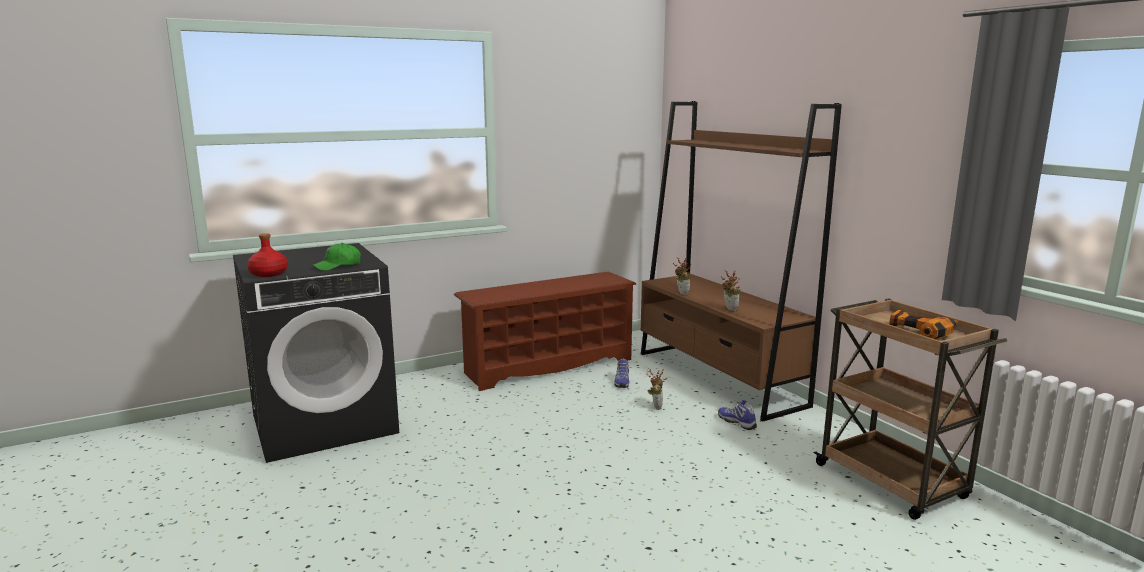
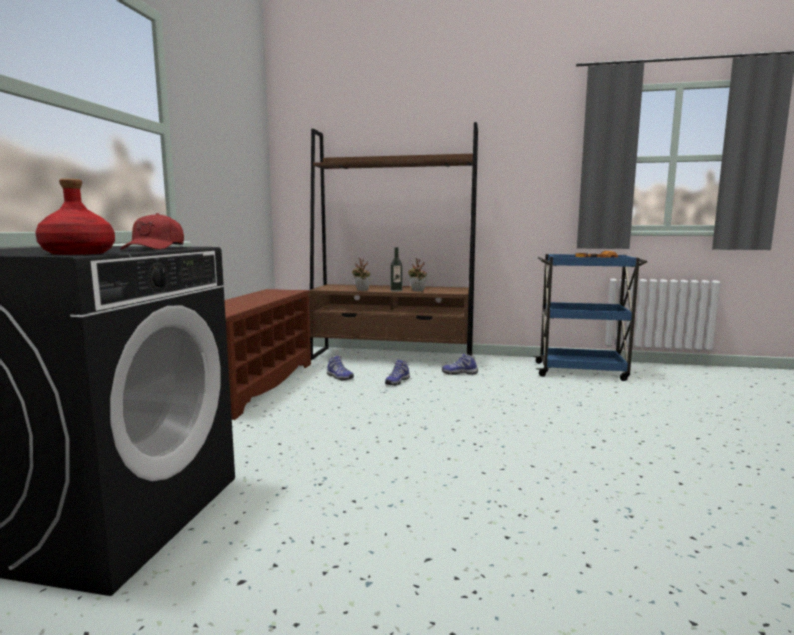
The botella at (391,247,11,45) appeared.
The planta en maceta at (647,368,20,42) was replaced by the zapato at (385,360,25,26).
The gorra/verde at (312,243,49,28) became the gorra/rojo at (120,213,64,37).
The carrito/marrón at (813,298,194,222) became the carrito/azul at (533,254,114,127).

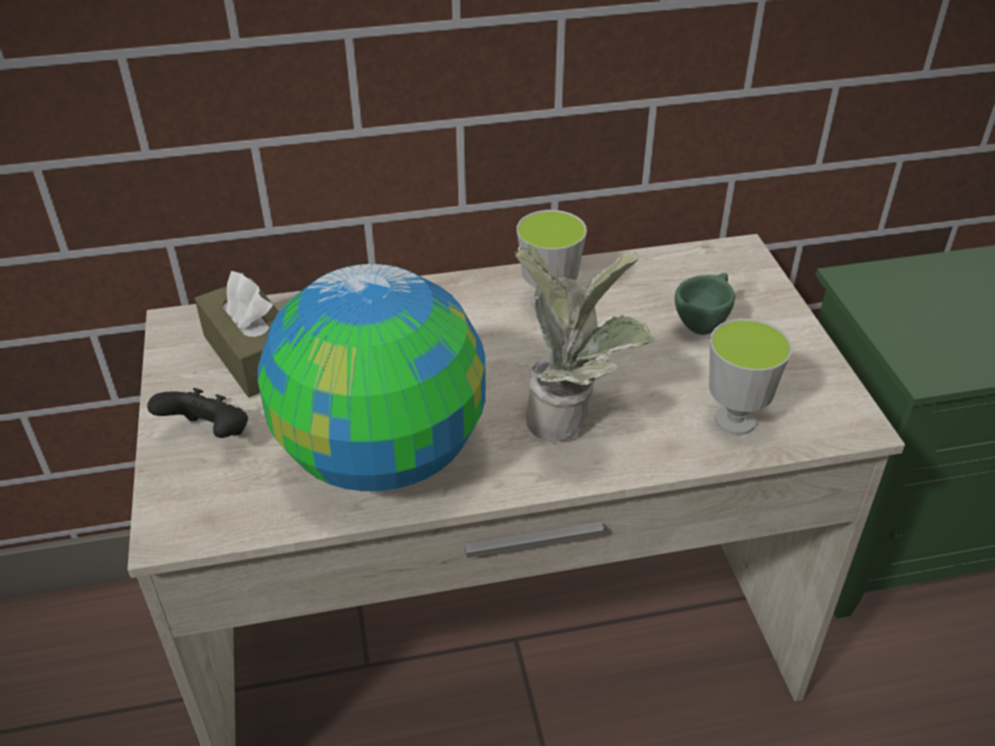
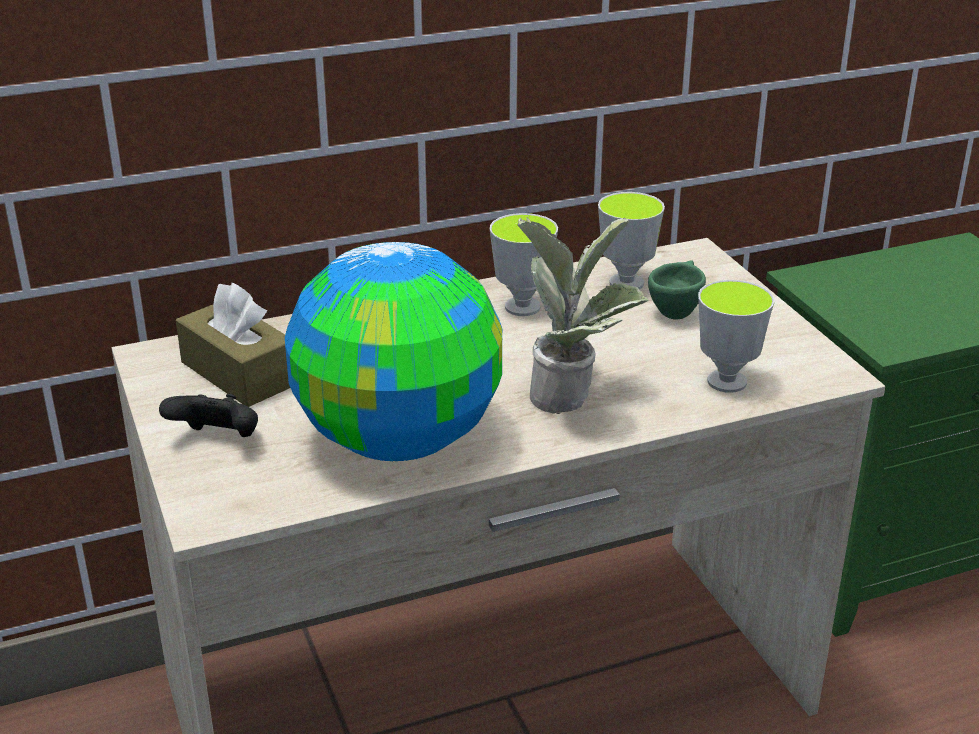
The taza at (598,192,67,97) appeared.

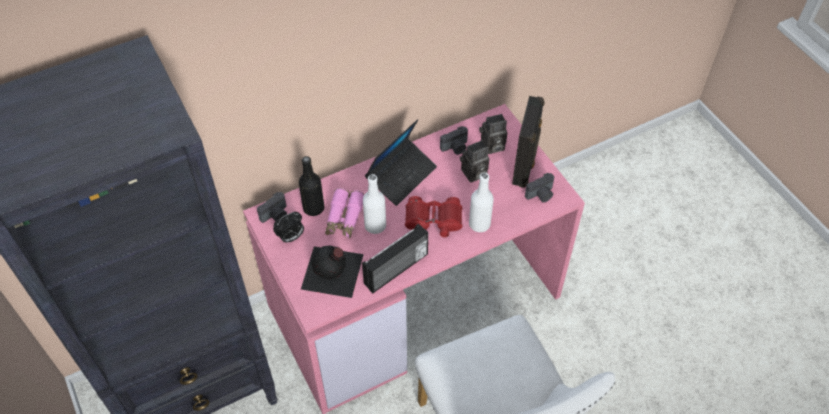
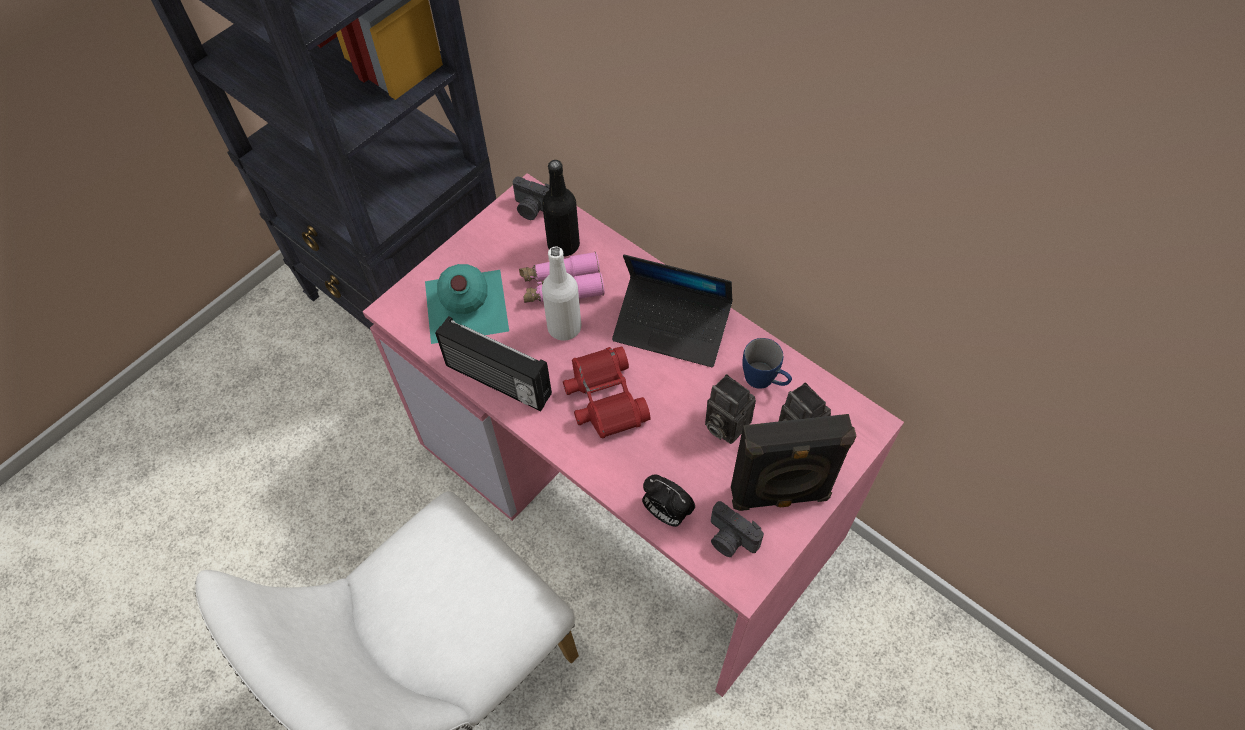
The botella/blanco at (469,173,25,59) disappeared.
The despertador moved from (273,212,31,31) to (642,475,53,52).
The cámara at (440,126,28,29) was replaced by the taza grande/azul at (742,338,50,51).
The botella/negro at (301,246,63,52) became the botella/turquesa at (425,264,84,80).

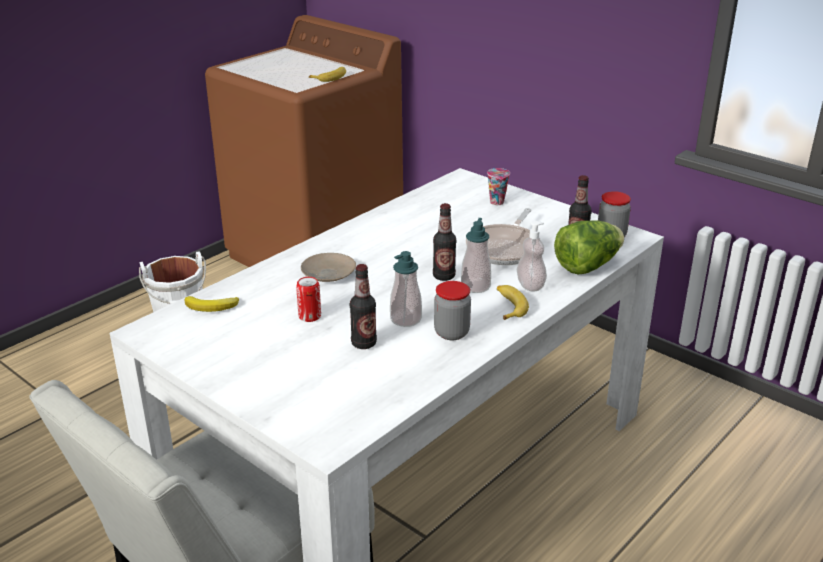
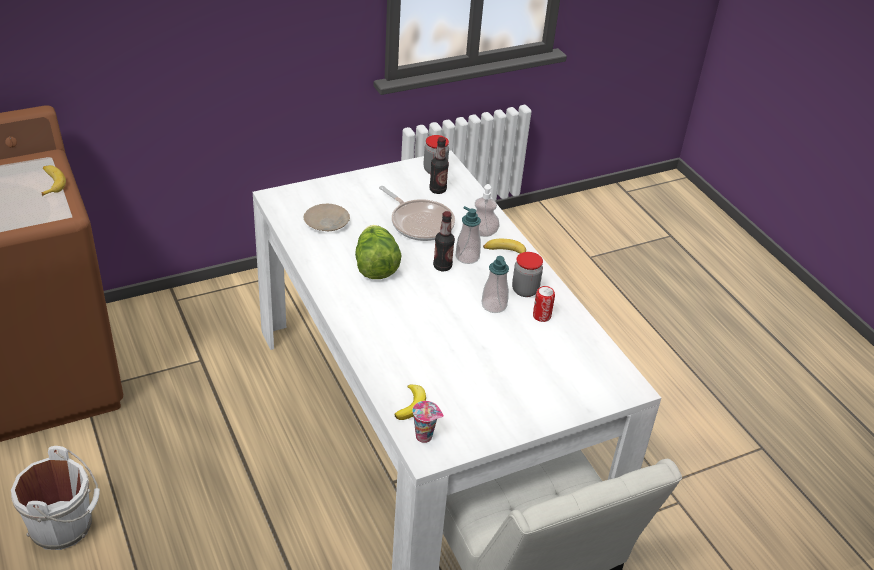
The botella at (350,264,27,85) disappeared.
The lata moved from (296,277,25,45) to (533,286,22,36).
The plato/beis moved from (301,253,55,29) to (304,204,46,27).
The taza moved from (487,168,23,37) to (412,401,32,42).
The lechuga moved from (554,220,70,54) to (355,225,47,54).

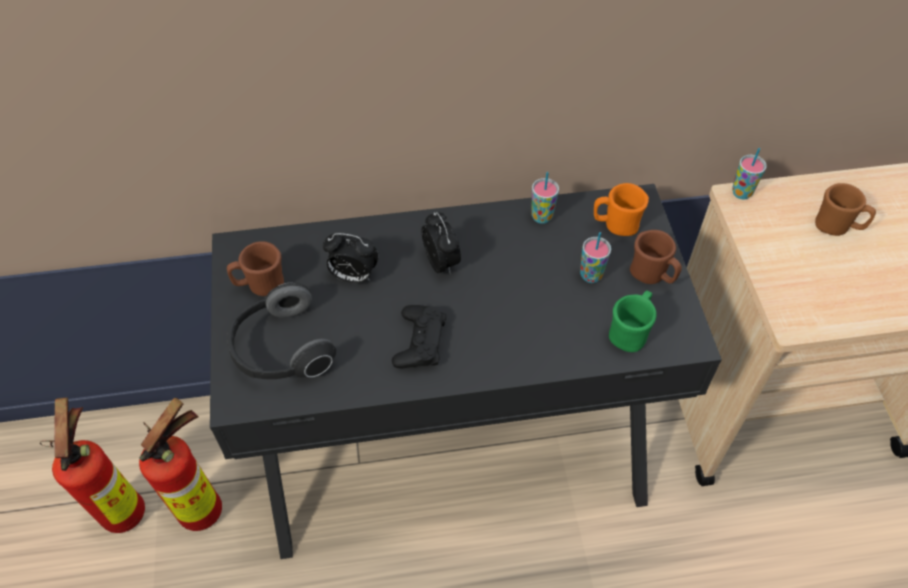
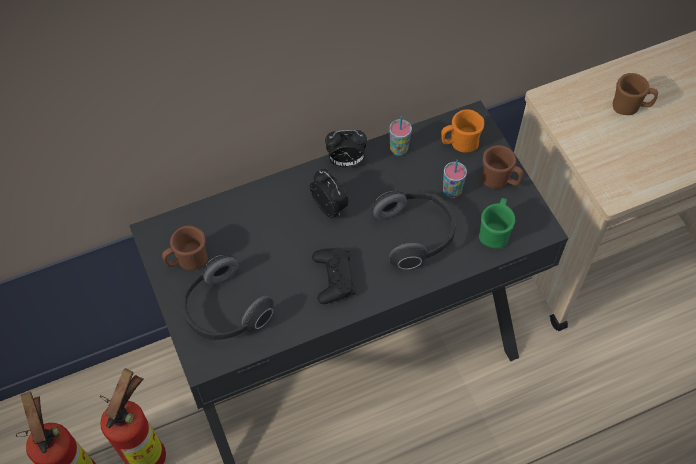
The taza at (732,148,35,52) disappeared.
The auriculares at (372,191,84,78) appeared.
The despertador moved from (323,233,56,50) to (325,130,42,38).

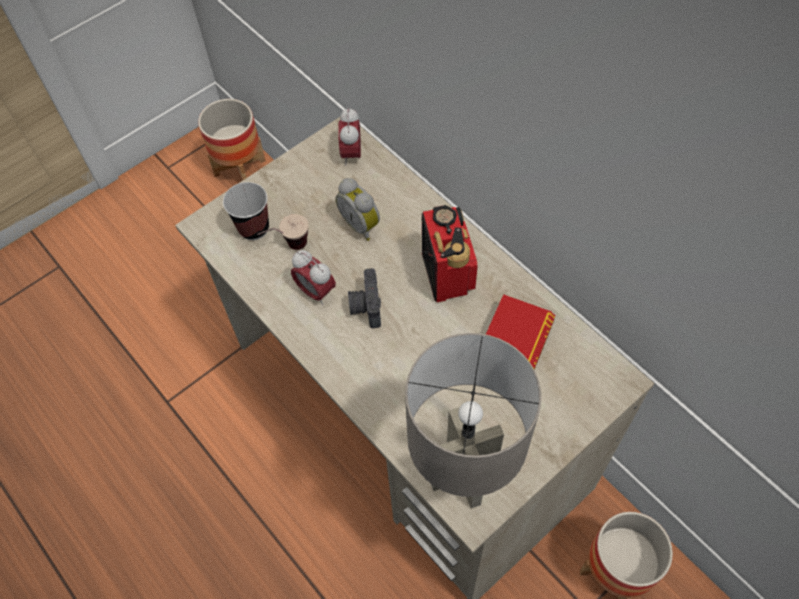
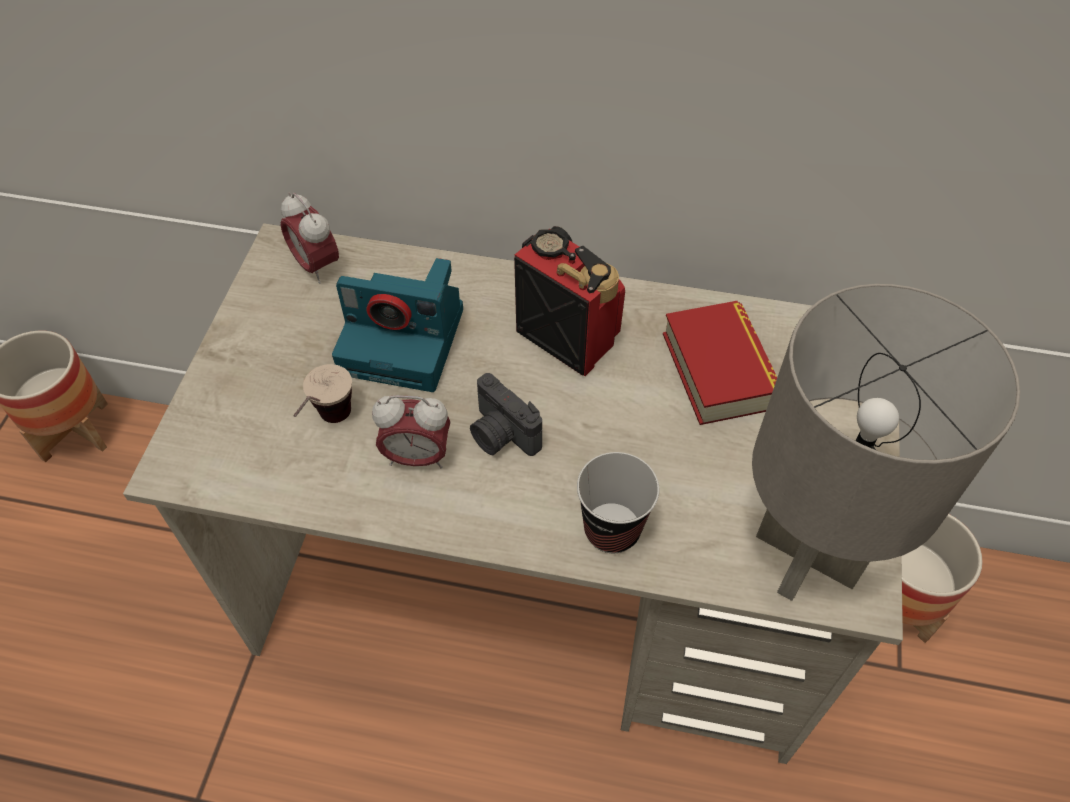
The taza moved from (223,182,46,58) to (577,452,82,101).
The despertador at (336,178,44,63) was replaced by the cámara at (332,258,131,134).

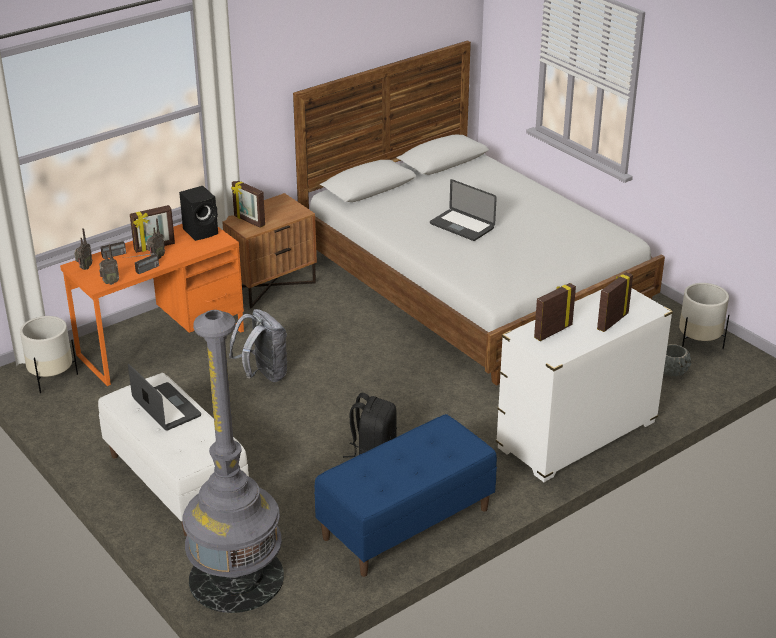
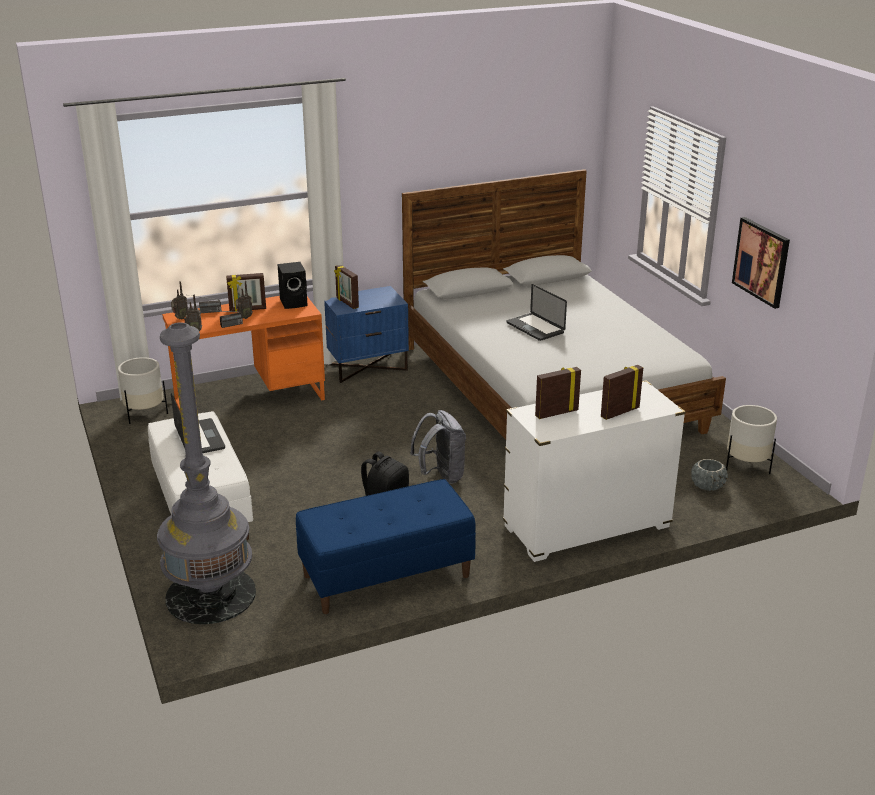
The cuadro at (732,217,58,92) appeared.
The mochila/gris moved from (229,309,58,73) to (410,410,56,74).
The mesita de noche/marrón at (222,193,95,115) became the mesita de noche/azul at (324,286,85,97).

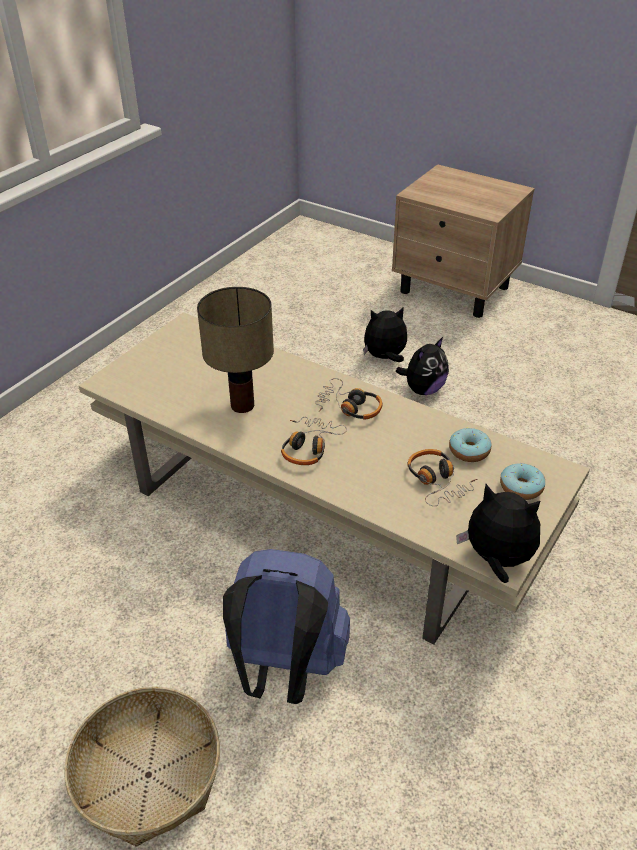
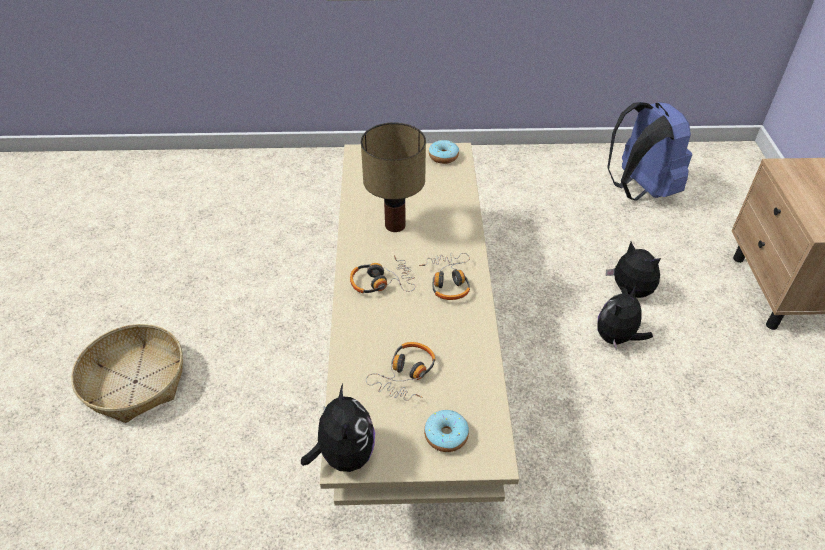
The mochila/azul moved from (223,549,127,155) to (607,102,85,99).
The rosquilla moved from (449,428,43,34) to (429,140,30,24).
The peluche at (396,337,53,58) turned 120 degrees clockwise.

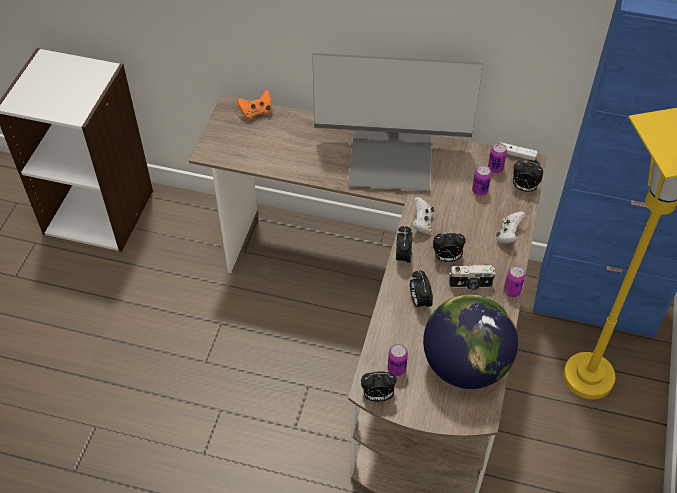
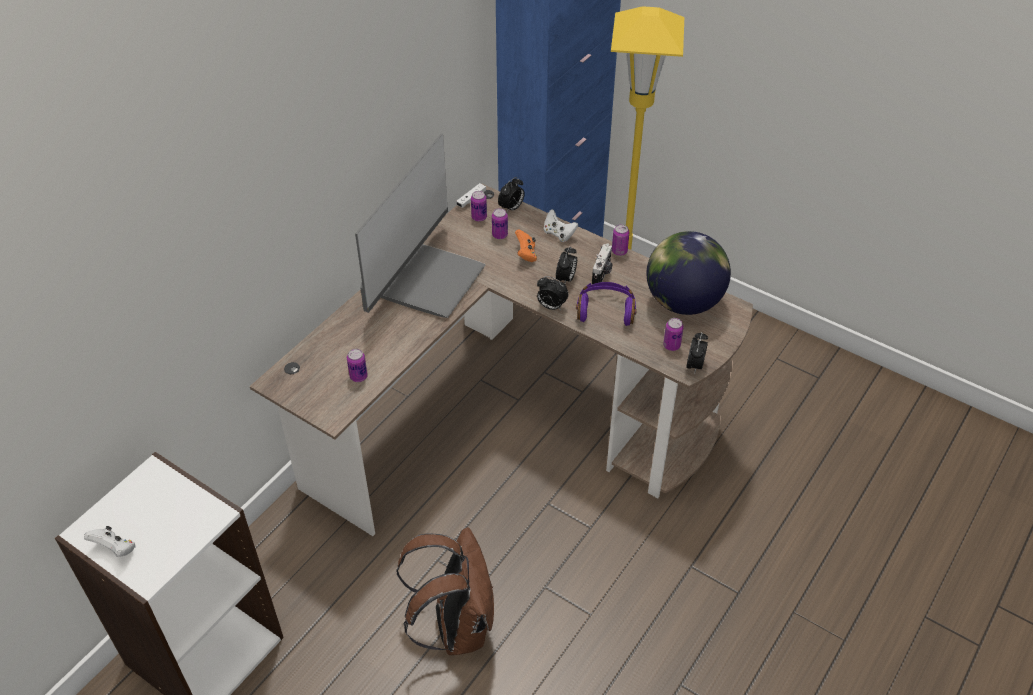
The lata at (347,349,21,33) appeared.
The mochila/marrón at (396,527,98,128) appeared.
The mando de consola/naranja moved from (237,90,35,29) to (515,229,22,33).
The mando de consola/blanco moved from (411,197,23,37) to (84,526,52,31).
The despertador at (410,271,23,40) was replaced by the auriculares/morado at (576,282,61,44).

